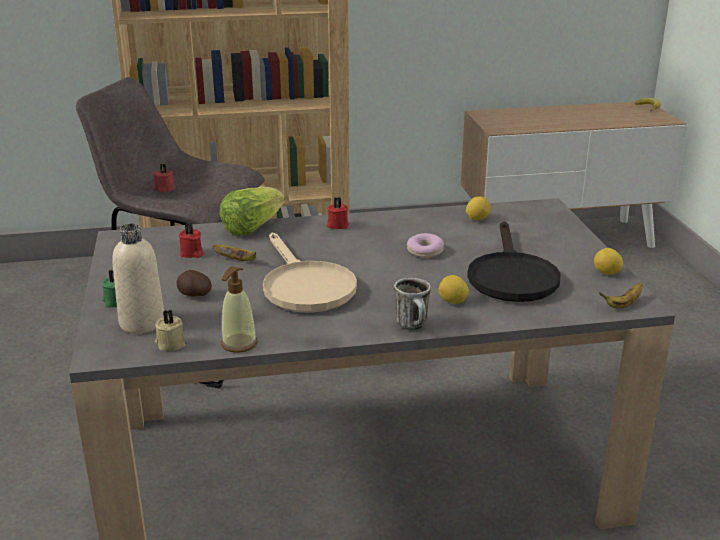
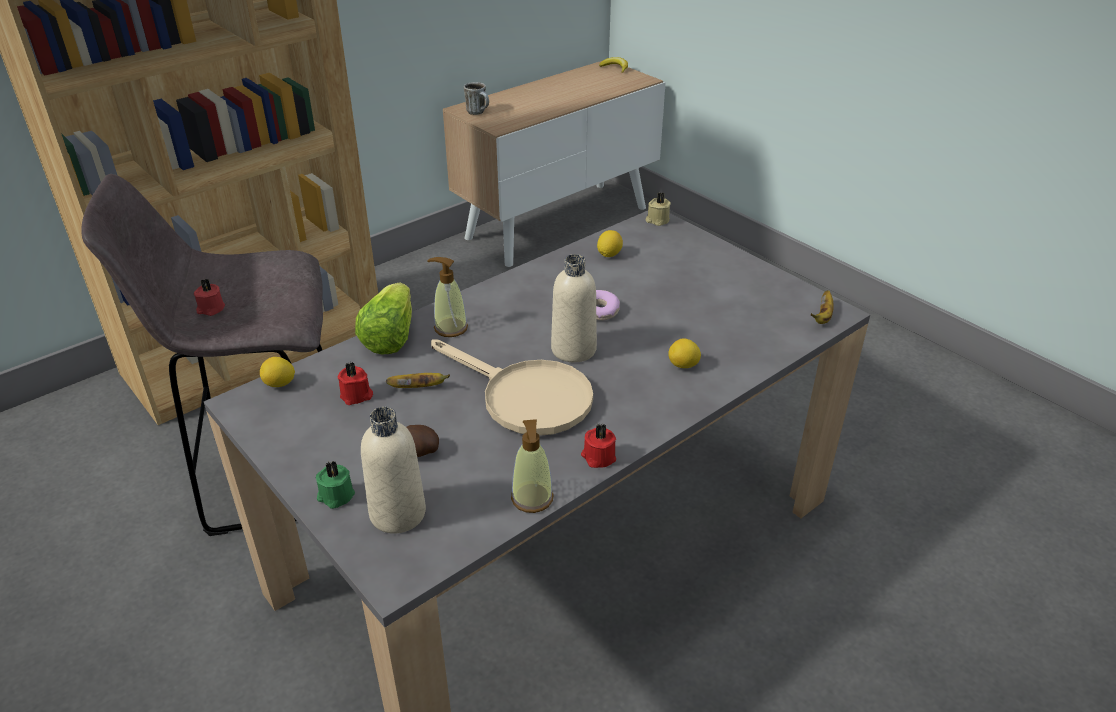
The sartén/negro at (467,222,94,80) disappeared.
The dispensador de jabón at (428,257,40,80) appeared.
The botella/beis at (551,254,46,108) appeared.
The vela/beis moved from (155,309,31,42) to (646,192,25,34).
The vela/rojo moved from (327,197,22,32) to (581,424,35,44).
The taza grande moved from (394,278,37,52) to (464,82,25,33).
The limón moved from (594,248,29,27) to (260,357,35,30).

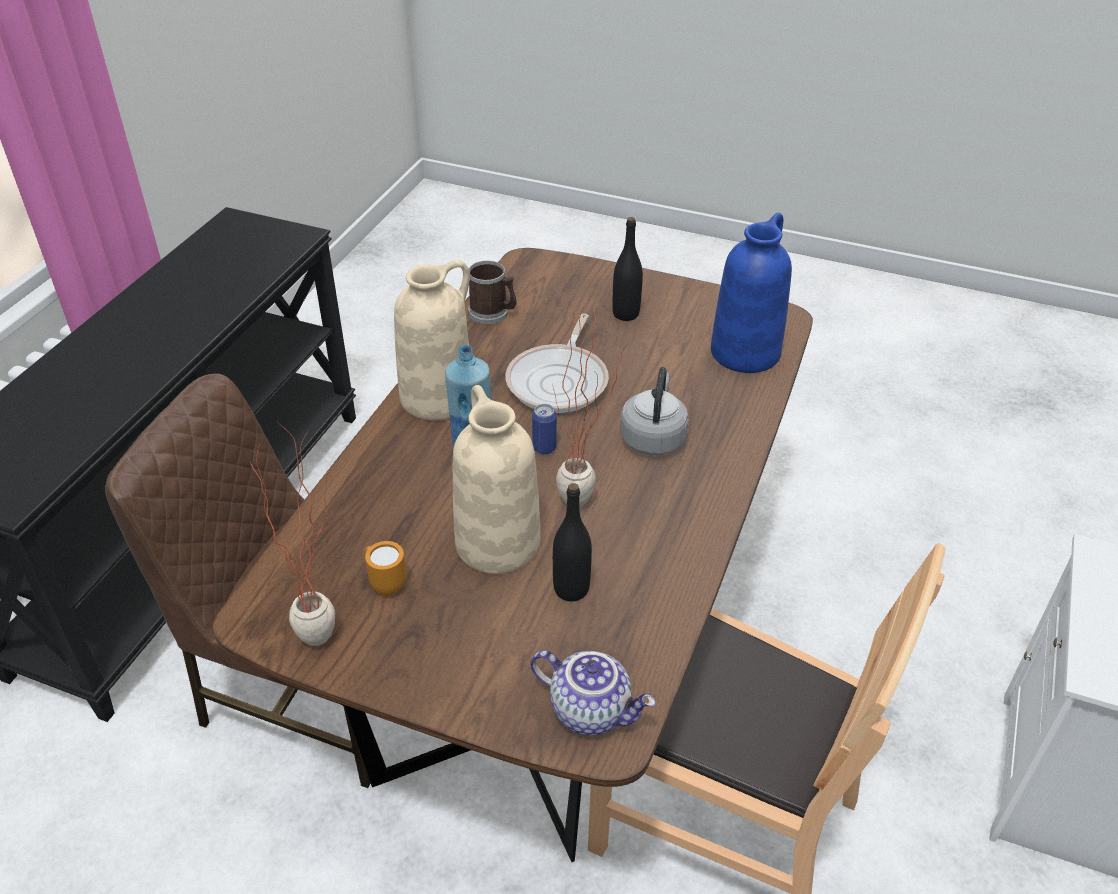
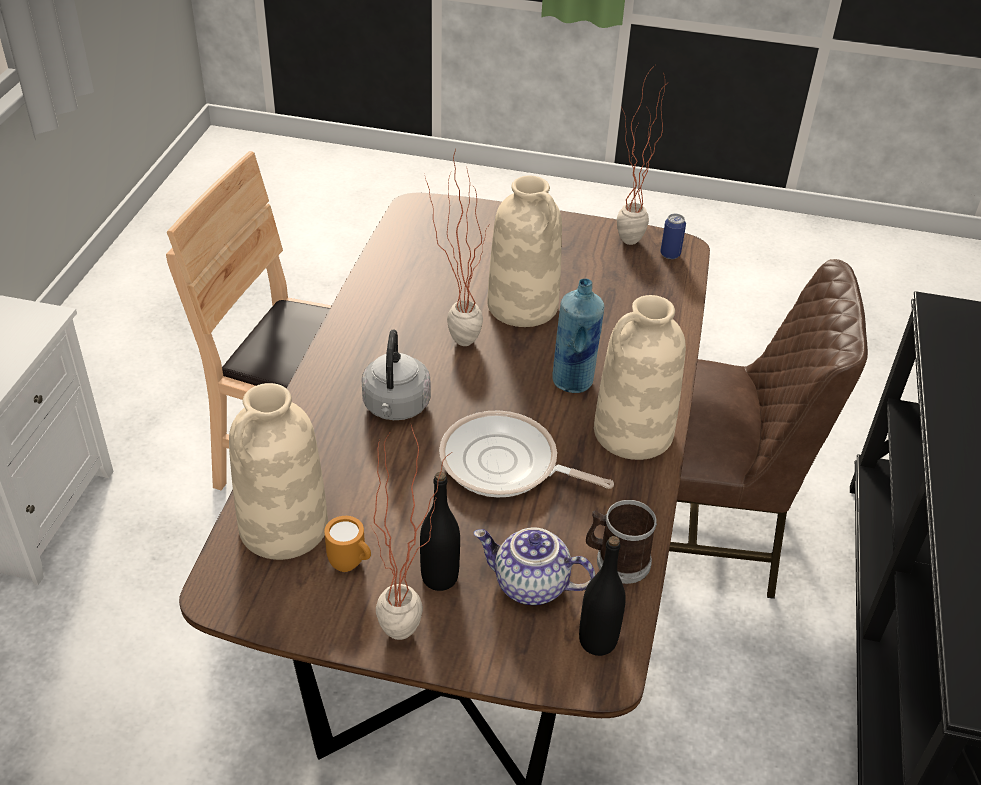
The planta en maceta at (371,425,81,215) appeared.
The taza grande/naranja moved from (364,541,42,55) to (324,516,47,56).
The tetera moved from (530,650,126,85) to (473,528,122,77).
The lata moved from (532,404,25,51) to (660,214,26,45).
The botella/negro moved from (553,483,39,118) to (579,536,47,120).
The florero/azul at (711,213,81,160) became the florero/beis at (229,383,99,177).
The sartén at (505,313,104,100) turned 75 degrees counterclockwise.

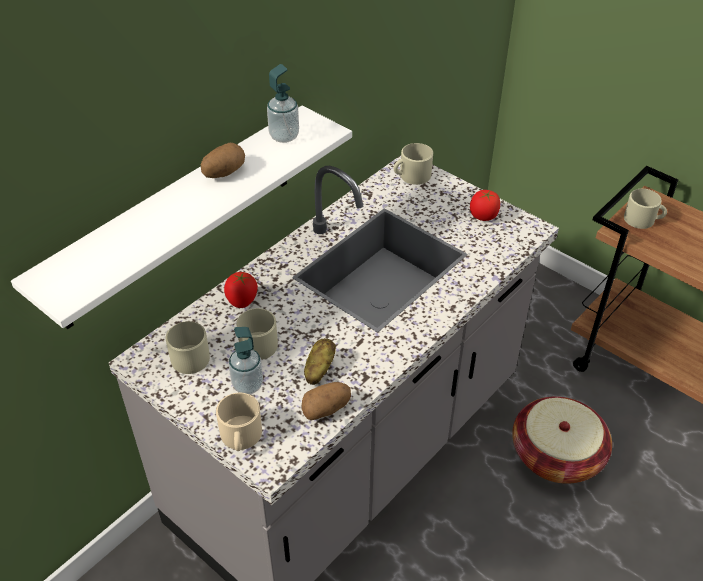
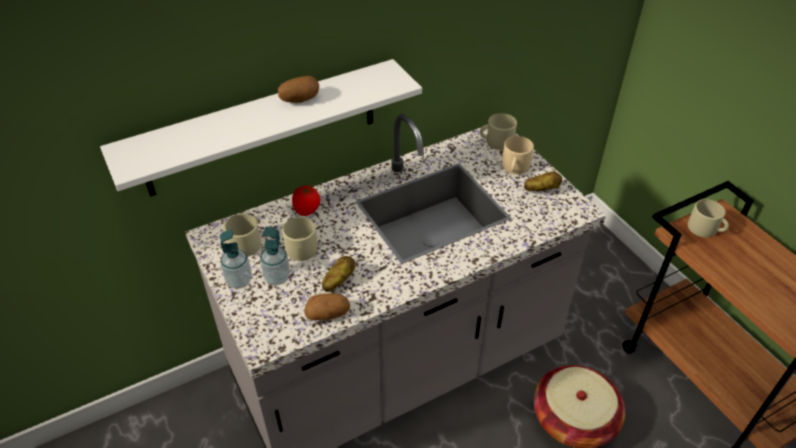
The taza grande/beis moved from (216,393,46,58) to (502,136,32,38).
The dispensador de jabón moved from (267,64,32,79) to (220,229,32,60).
The tomate at (470,190,30,31) was replaced by the patata at (524,172,38,19).

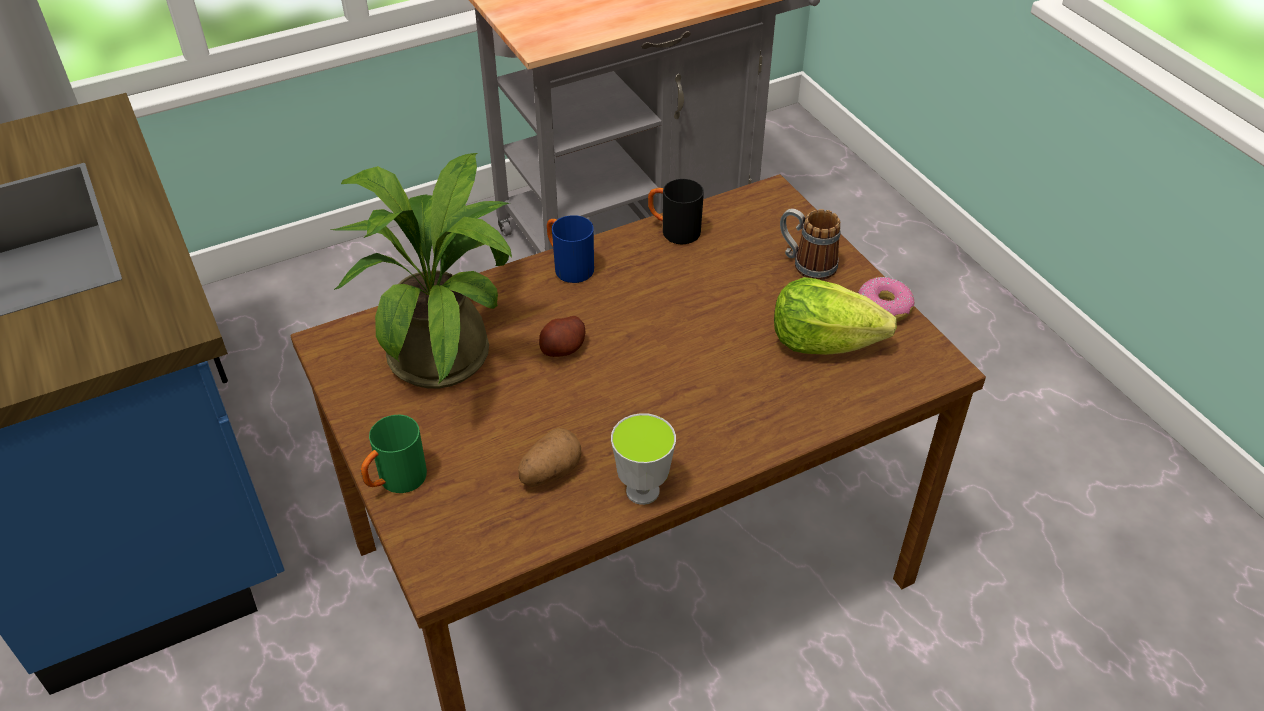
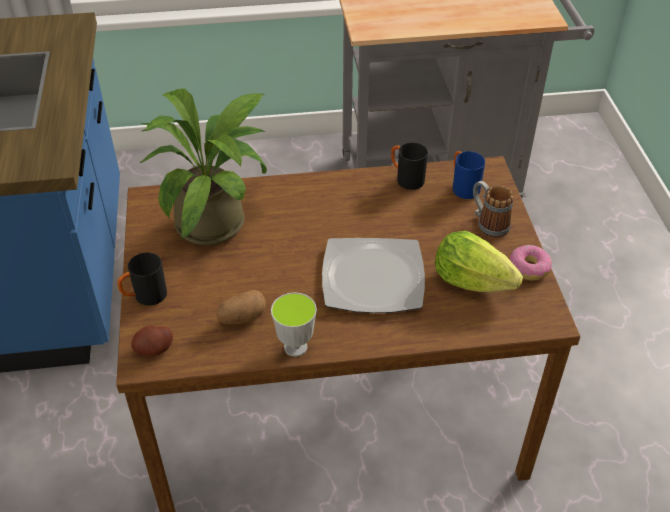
The plato at (322,238,103,75) appeared.
The patata moved from (539,316,47,41) to (131,326,42,30).
The taza grande/azul moved from (547,215,47,68) to (452,151,33,48).
The taza grande/verde at (361,415,66,78) became the taza grande/negro at (117,253,50,53).

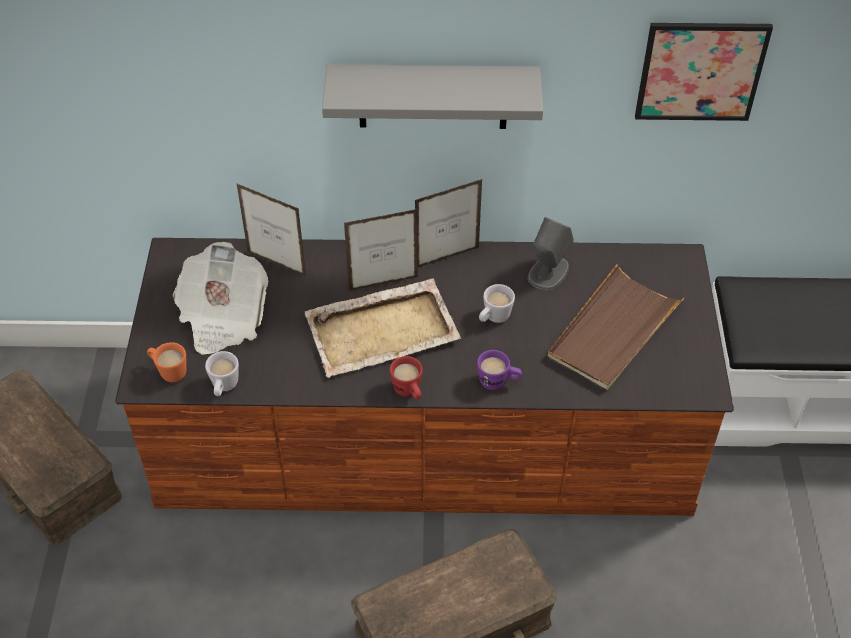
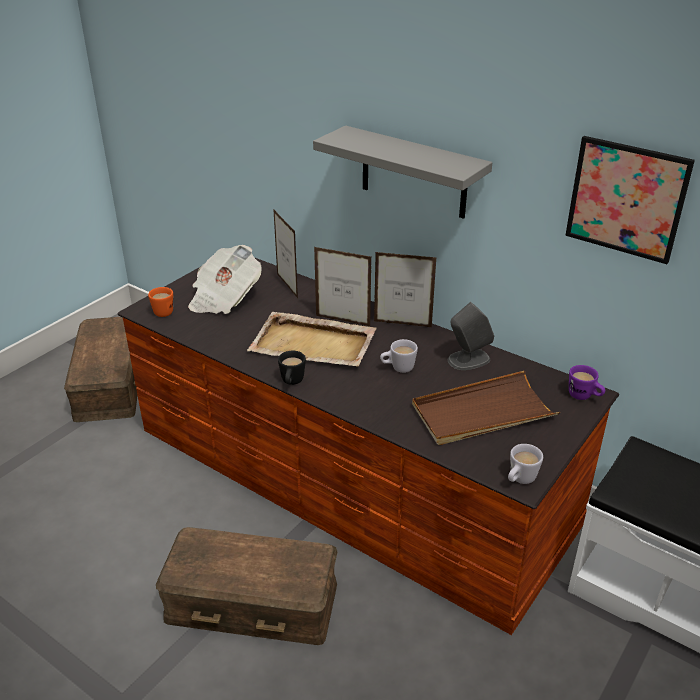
The taza grande/blanco moved from (205,351,34,45) to (508,444,35,40).
The taza grande/morado moved from (477,350,45,40) to (569,365,36,35).
The taza grande/rojo at (389,356,34,43) became the taza grande/negro at (278,351,28,34).

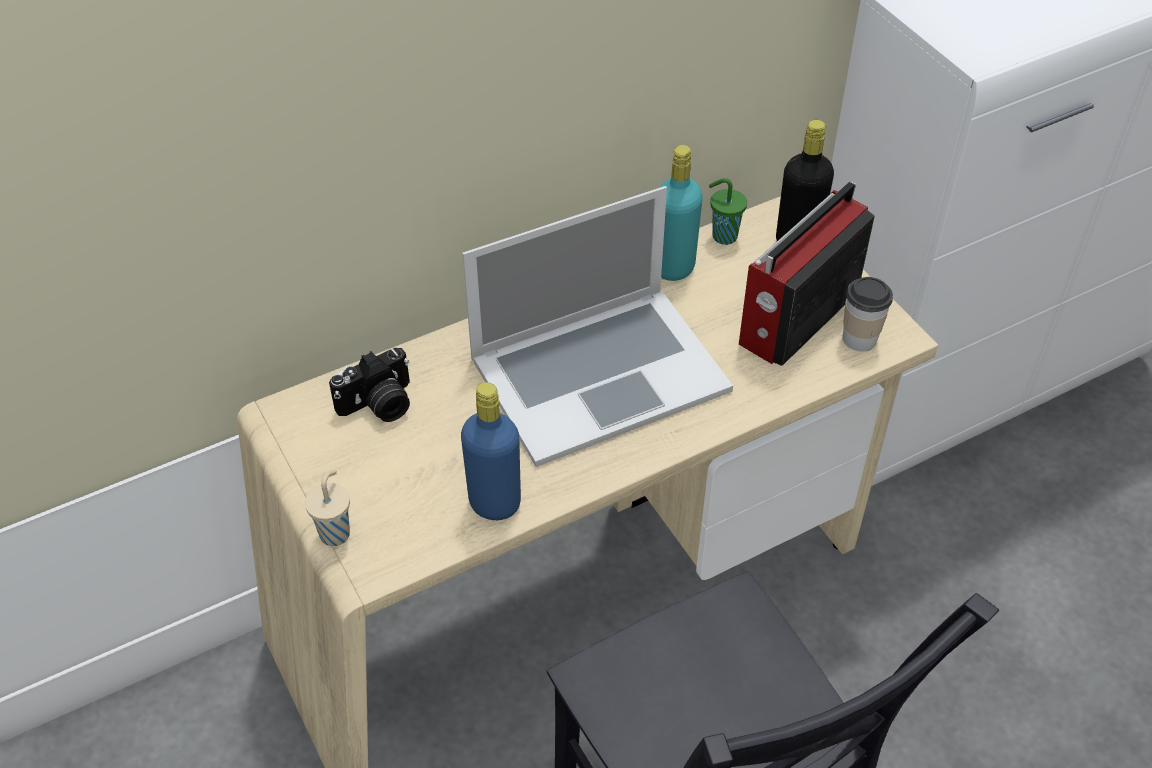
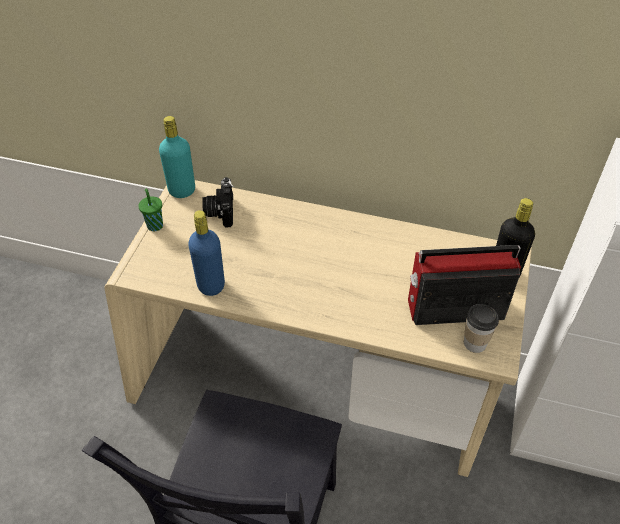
The taza/beis at (305,470,45,76) disappeared.
The portátil at (463,186,270,281) disappeared.
The botella/turquesa moved from (659,145,44,136) to (159,116,36,82).
The taza/verde moved from (709,178,38,67) to (138,188,25,43).
The cámara at (329,348,81,74) turned 75 degrees clockwise.

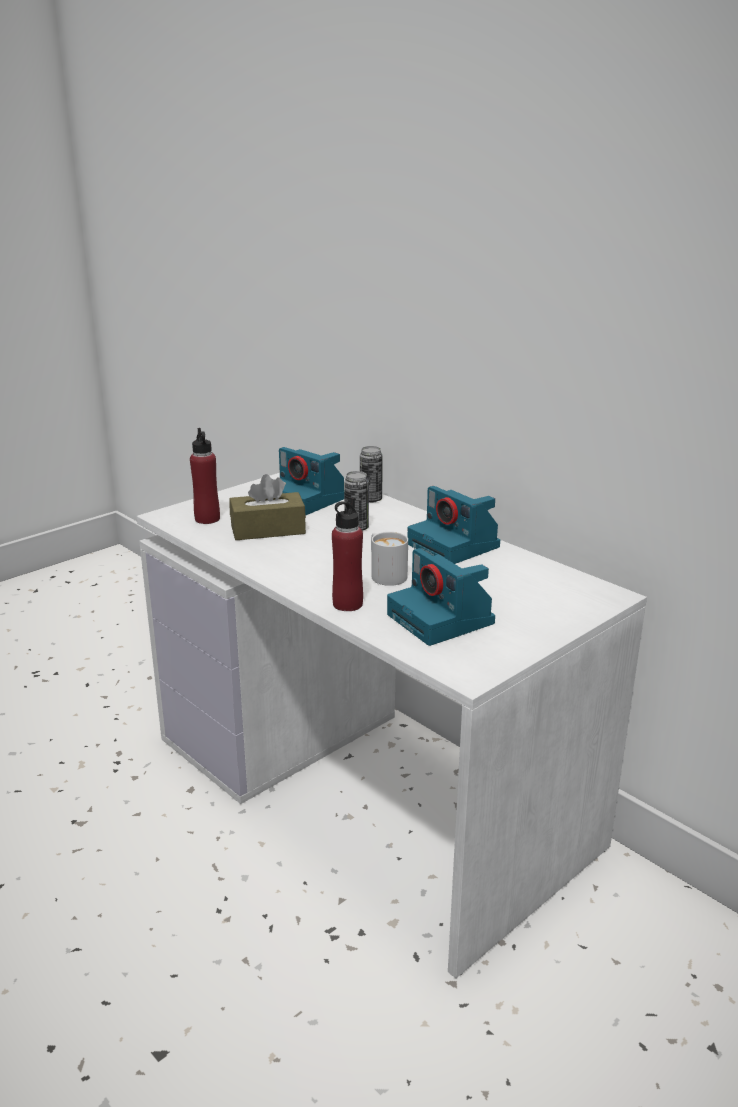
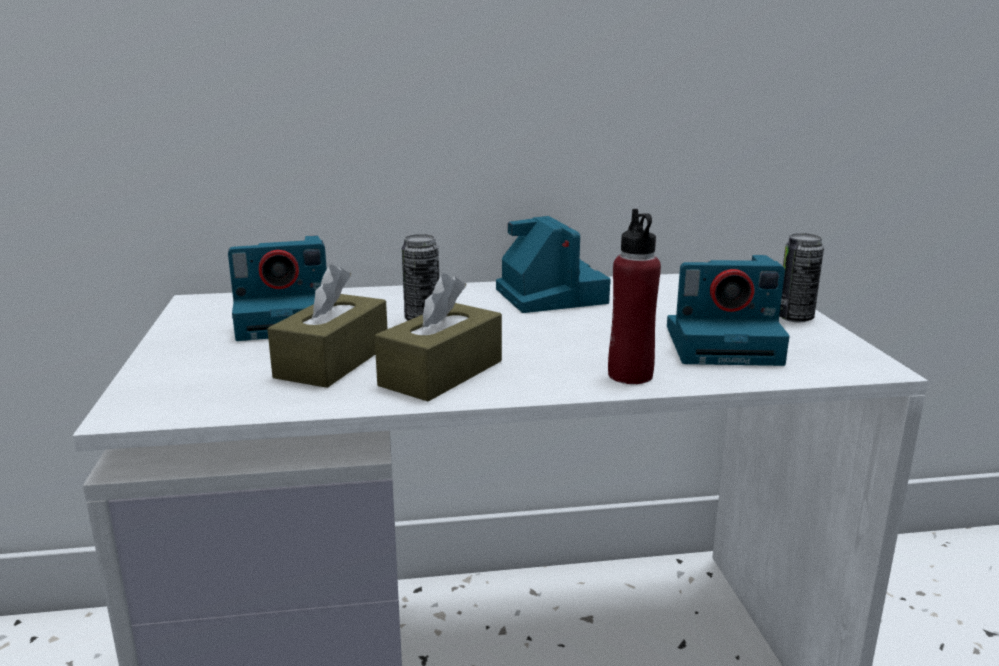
The botella/rojo at (190,428,30,96) disappeared.
The taza grande/blanco at (371,532,37,54) disappeared.
The caja de pañuelos/marrón at (375,273,127,128) appeared.
The lata moved from (360,446,23,57) to (779,233,45,89).
The cámara at (408,486,92,78) turned 105 degrees counterclockwise.

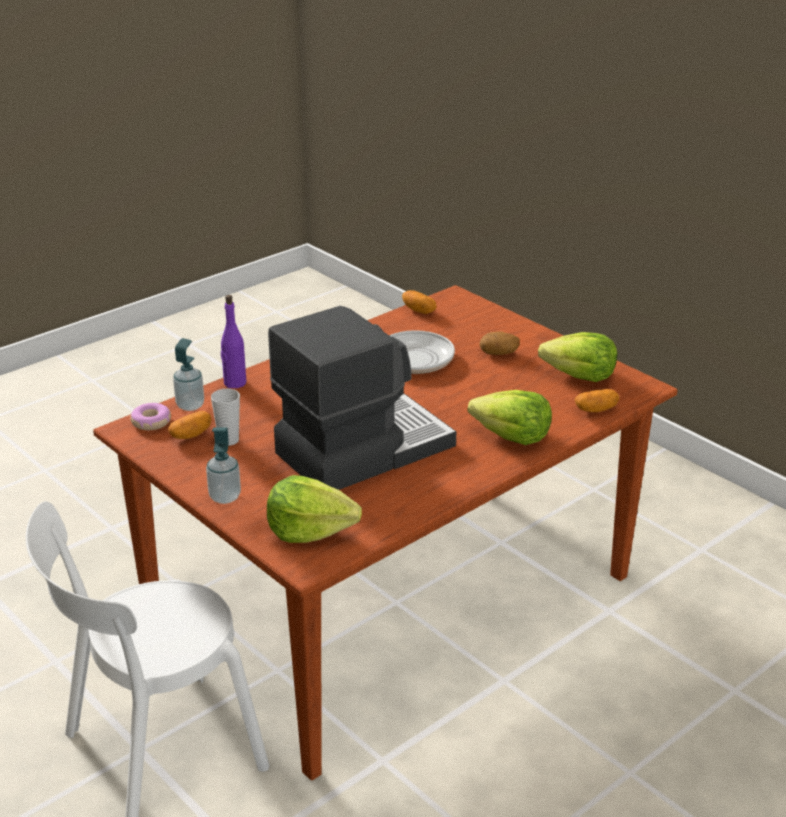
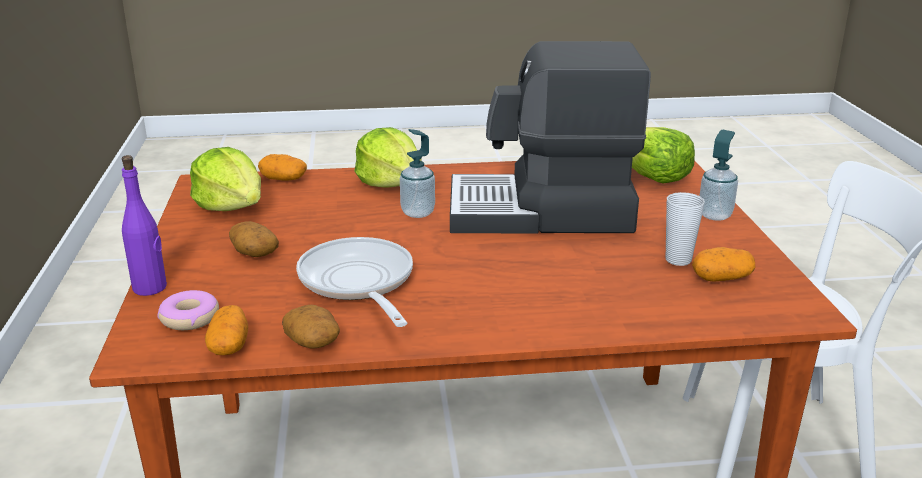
The patata at (282,305,58,43) appeared.
The rosquilla moved from (130,403,41,27) to (157,290,62,40).
The dispensador de jabón moved from (173,338,31,73) to (400,129,35,89).
The botella/morado moved from (221,295,25,93) to (122,155,45,141).

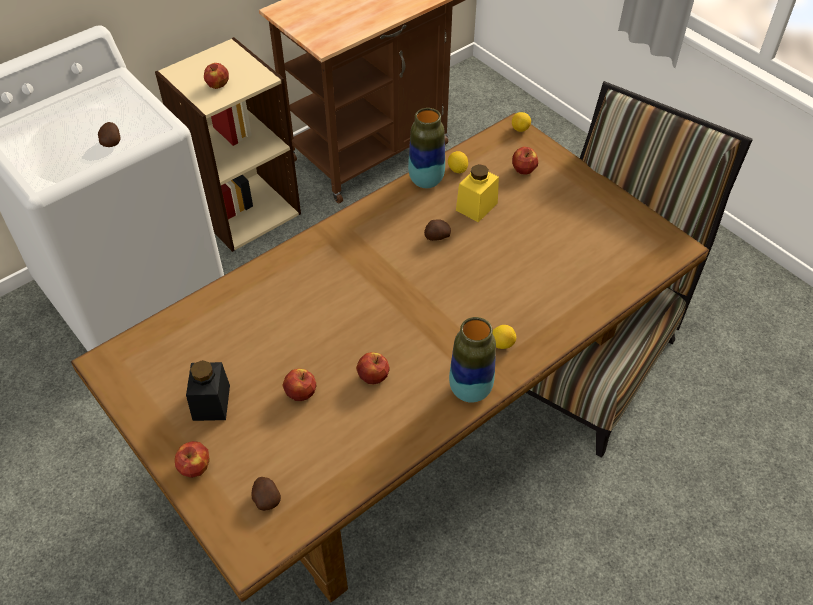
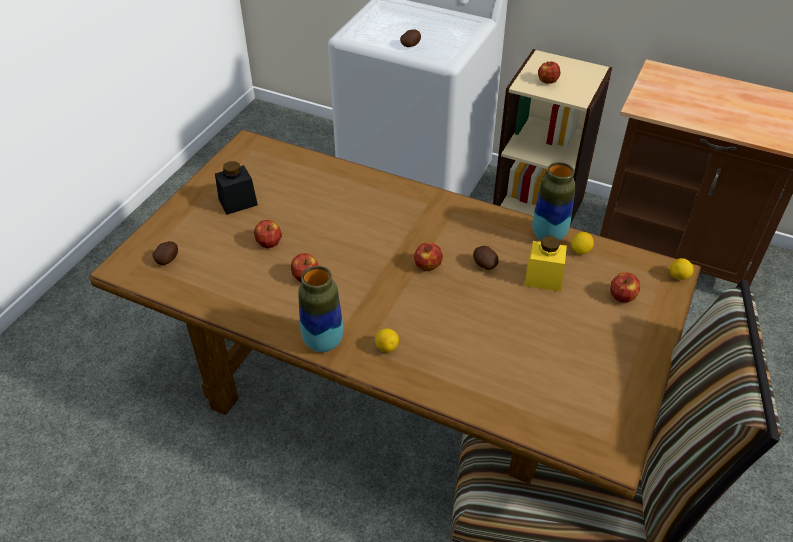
The manzana moved from (175,441,34,37) to (414,242,29,29).

